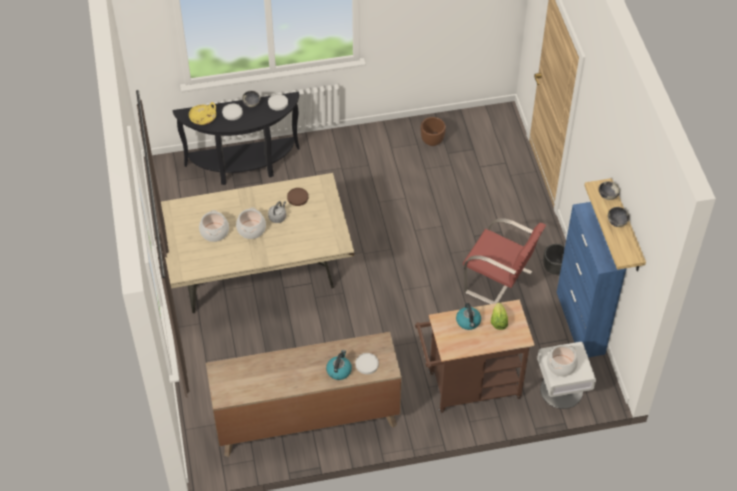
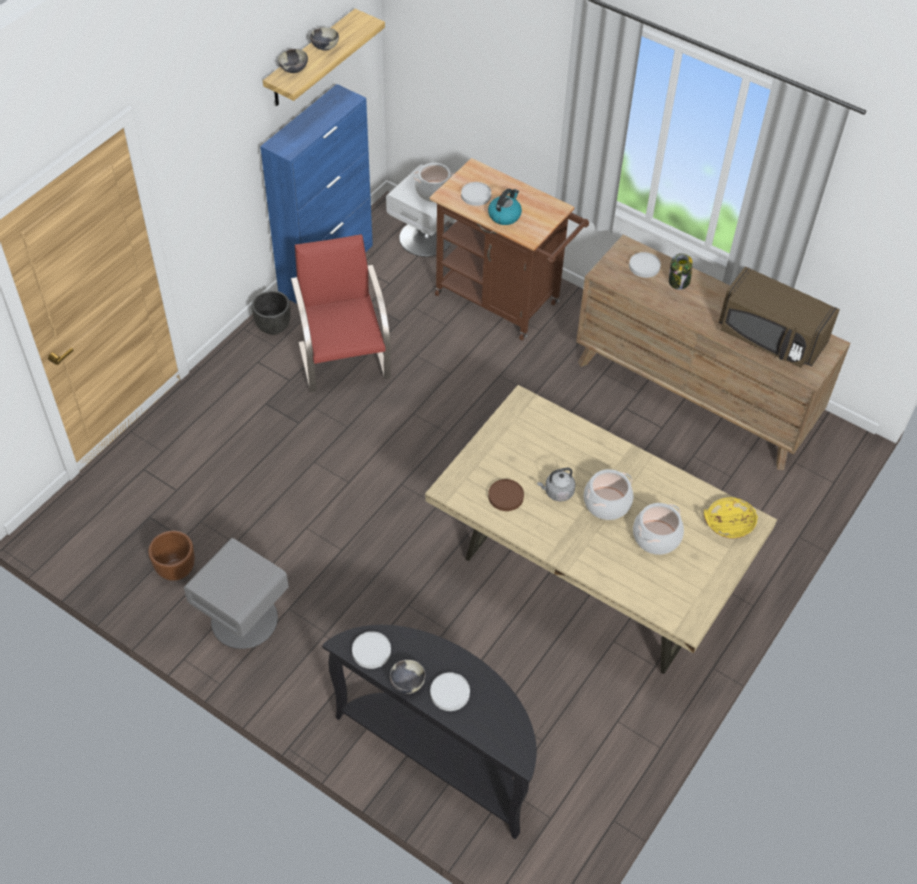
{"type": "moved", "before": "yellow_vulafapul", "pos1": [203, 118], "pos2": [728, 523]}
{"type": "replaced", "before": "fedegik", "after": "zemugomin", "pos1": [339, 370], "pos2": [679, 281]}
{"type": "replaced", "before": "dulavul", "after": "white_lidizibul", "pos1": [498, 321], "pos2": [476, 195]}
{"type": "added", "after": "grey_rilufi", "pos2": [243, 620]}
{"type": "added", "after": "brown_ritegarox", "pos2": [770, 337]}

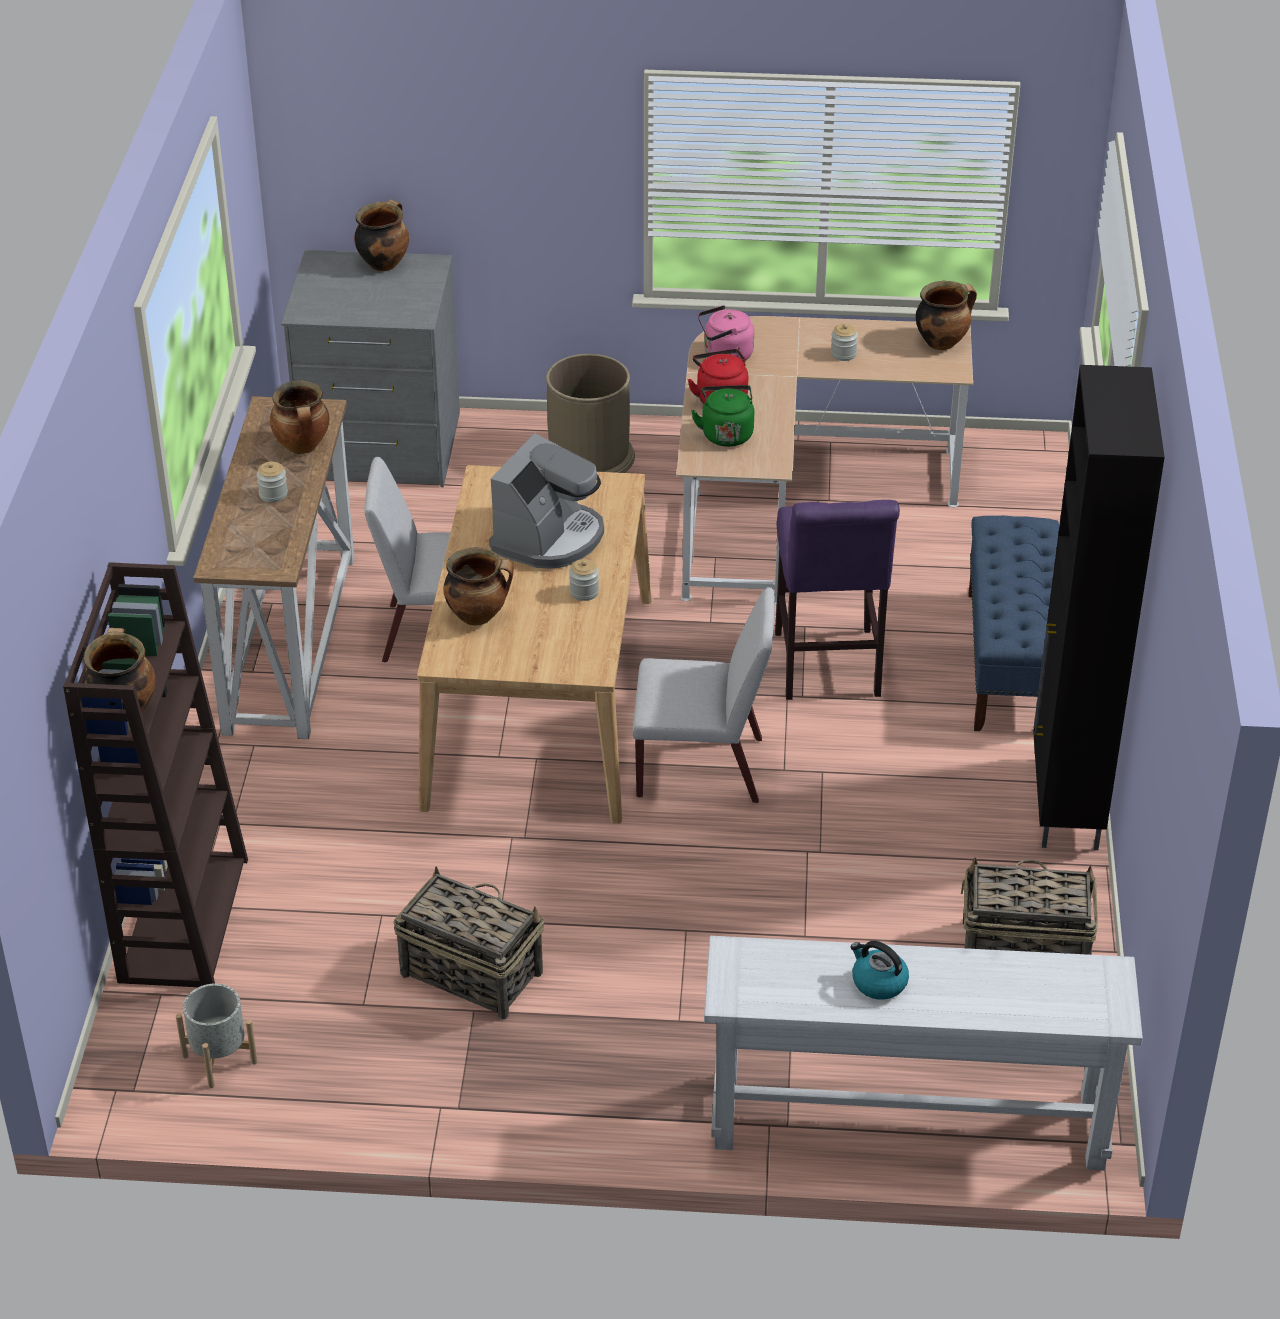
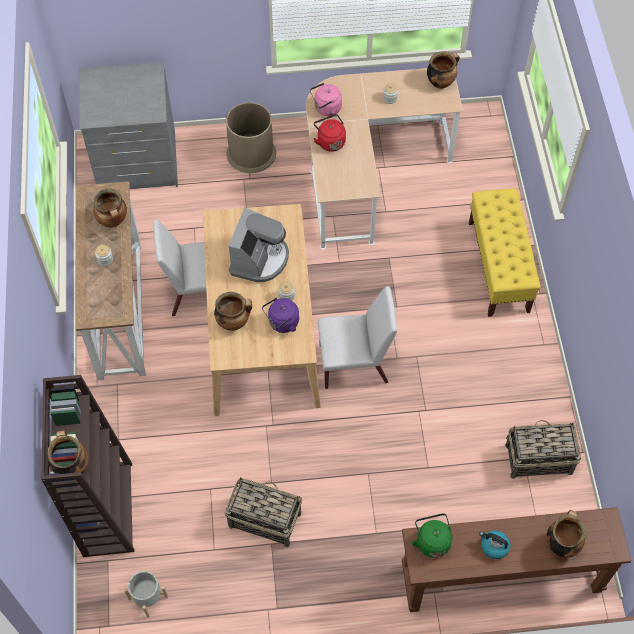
{"type": "moved", "before": "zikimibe", "pos1": [383, 263], "pos2": [561, 543]}
{"type": "moved", "before": "green_fedegik", "pos1": [726, 433], "pos2": [432, 541]}
{"type": "recoloured", "before": "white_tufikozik", "after": "brown_tufikozik", "pos1": [908, 1120], "pos2": [501, 577]}
{"type": "removed", "before": "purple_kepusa", "pos1": [828, 669]}
{"type": "recoloured", "before": "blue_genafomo", "after": "yellow_genafomo", "pos1": [1011, 662], "pos2": [498, 267]}
{"type": "removed", "before": "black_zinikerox", "pos1": [1065, 804]}
{"type": "added", "after": "purple_fedegik", "pos2": [282, 323]}

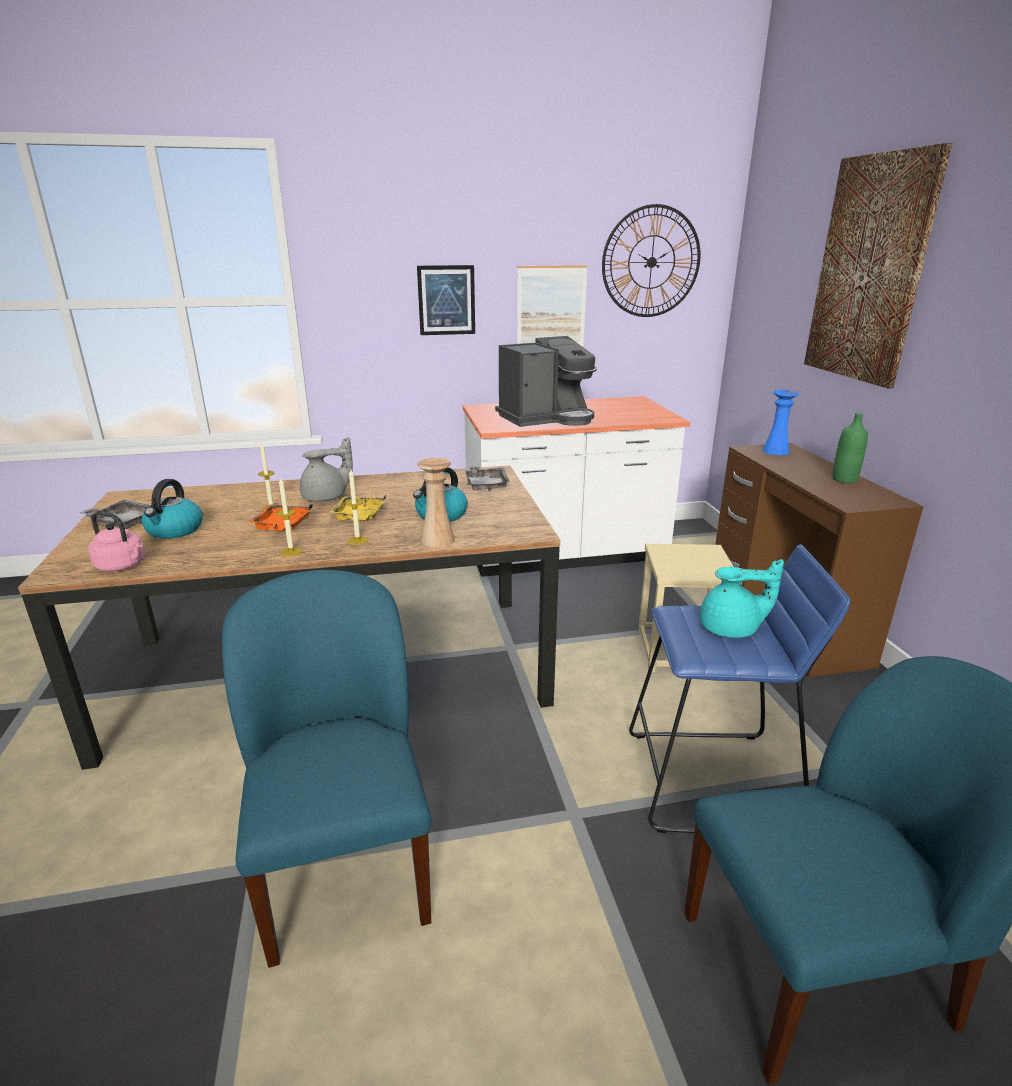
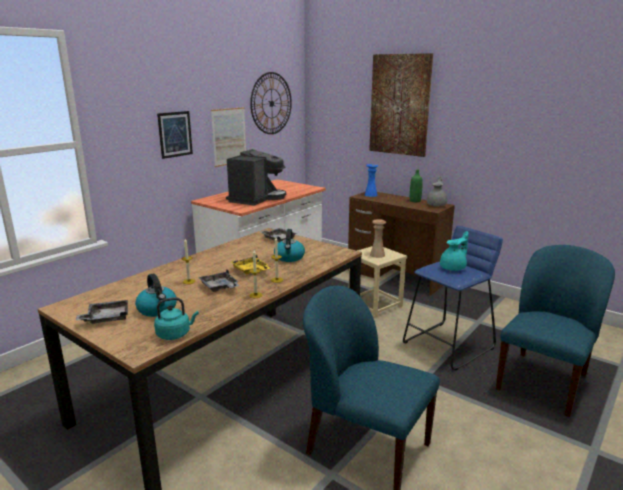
{"type": "recoloured", "before": "pink_fedegik", "after": "turquoise_fedegik", "pos1": [123, 566], "pos2": [175, 334]}
{"type": "recoloured", "before": "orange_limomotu", "after": "grey_limomotu", "pos1": [281, 527], "pos2": [220, 287]}
{"type": "moved", "before": "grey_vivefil", "pos1": [326, 498], "pos2": [436, 205]}
{"type": "moved", "before": "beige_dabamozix", "pos1": [437, 540], "pos2": [377, 255]}

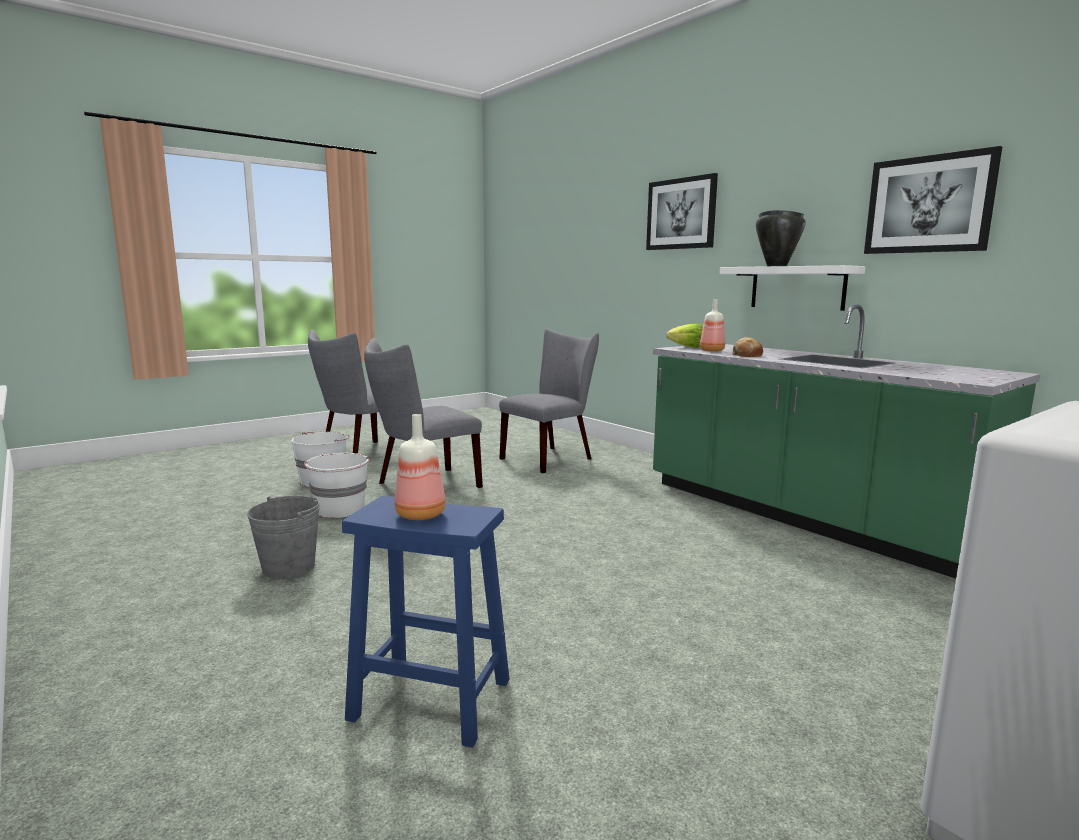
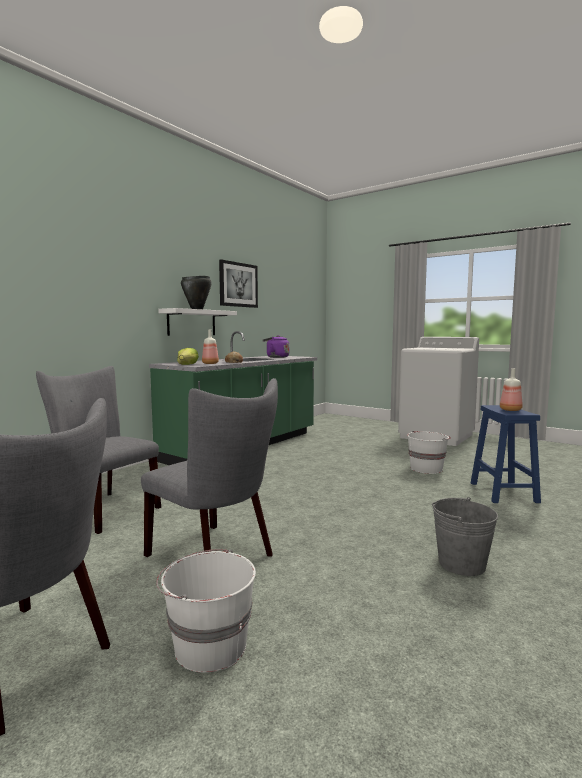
{"type": "moved", "before": "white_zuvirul", "pos1": [340, 510], "pos2": [426, 468]}
{"type": "removed", "before": "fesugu", "pos1": [681, 214]}
{"type": "added", "after": "purple_fedegik", "pos2": [276, 357]}

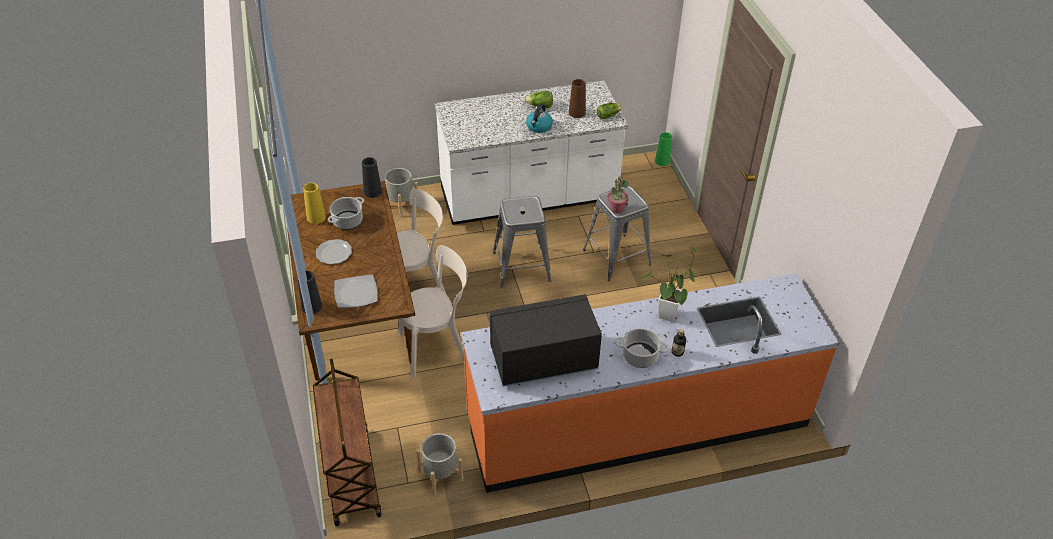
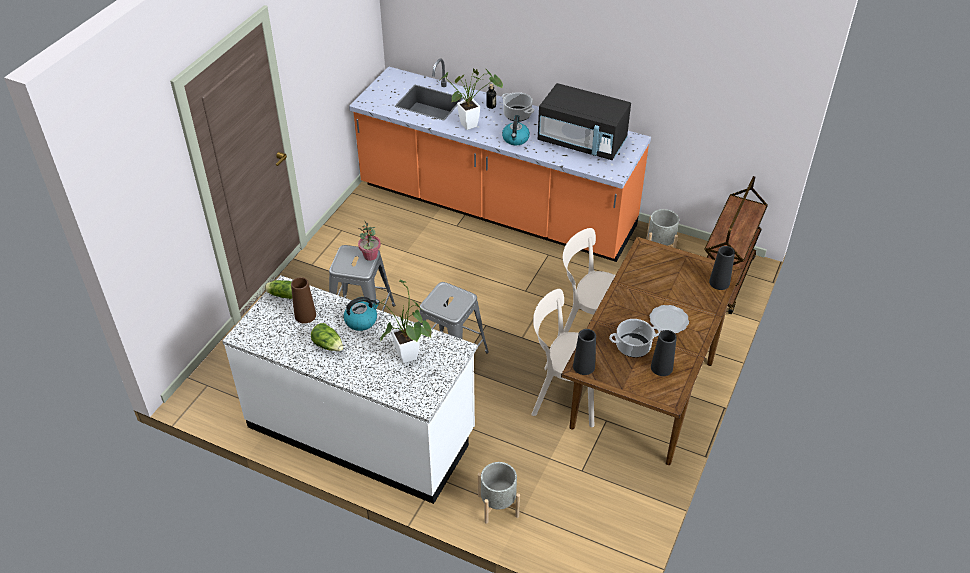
{"type": "recoloured", "before": "yellow_dabamozix", "after": "black_dabamozix", "pos1": [316, 217], "pos2": [661, 367]}
{"type": "removed", "before": "lidizibul", "pos1": [355, 293]}
{"type": "removed", "before": "green_dabamozix", "pos1": [662, 161]}
{"type": "added", "after": "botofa", "pos2": [408, 360]}
{"type": "added", "after": "fedegik", "pos2": [515, 139]}

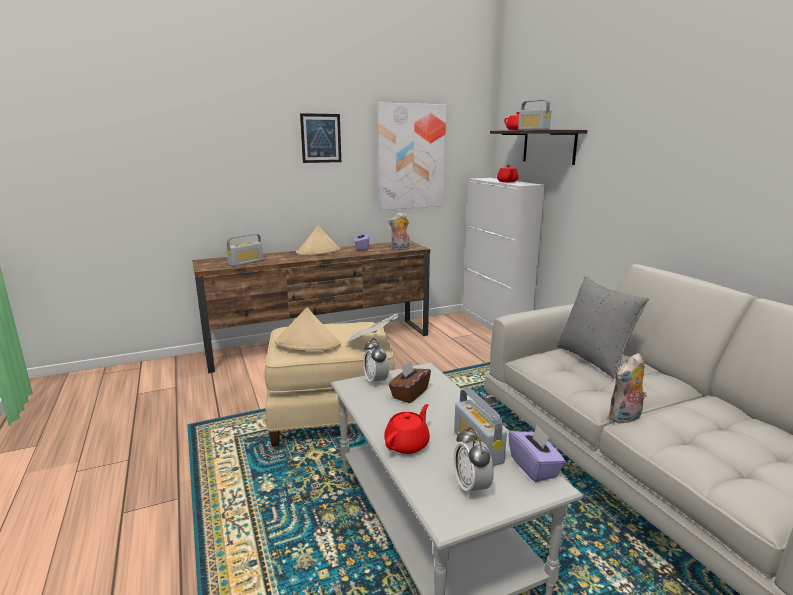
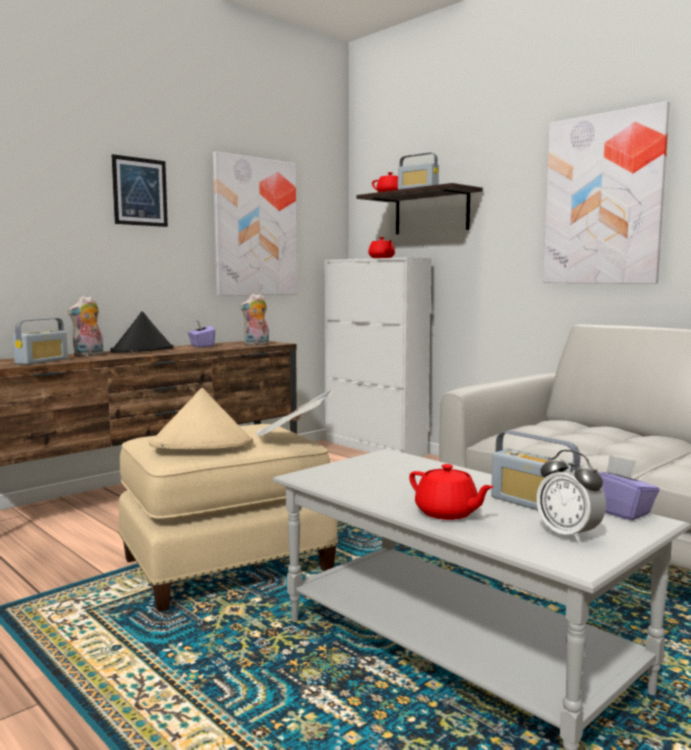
{"type": "recoloured", "before": "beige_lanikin", "after": "black_lanikin", "pos1": [318, 252], "pos2": [143, 350]}
{"type": "removed", "before": "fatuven", "pos1": [376, 381]}
{"type": "turned", "before": "red_vivefil", "pos1": [407, 444], "pos2": [447, 513], "turn": 120}
{"type": "removed", "before": "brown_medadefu", "pos1": [409, 394]}
{"type": "removed", "before": "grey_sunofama", "pos1": [593, 359]}
{"type": "moved", "before": "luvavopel", "pos1": [625, 418], "pos2": [89, 355]}
{"type": "added", "after": "fesugu", "pos2": [603, 199]}

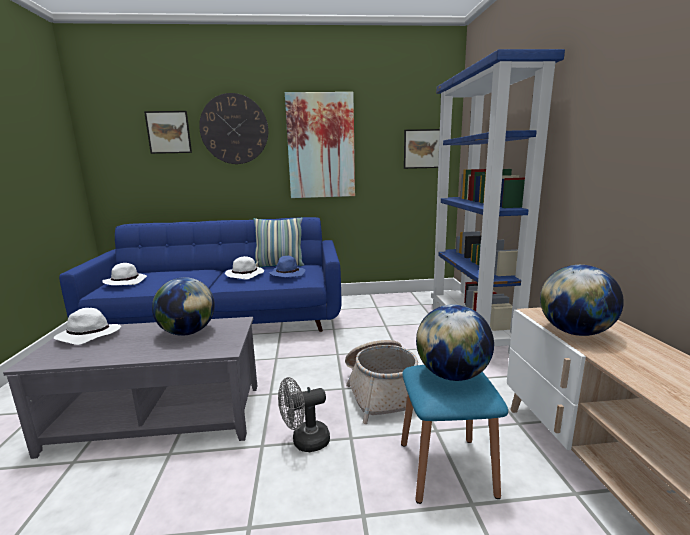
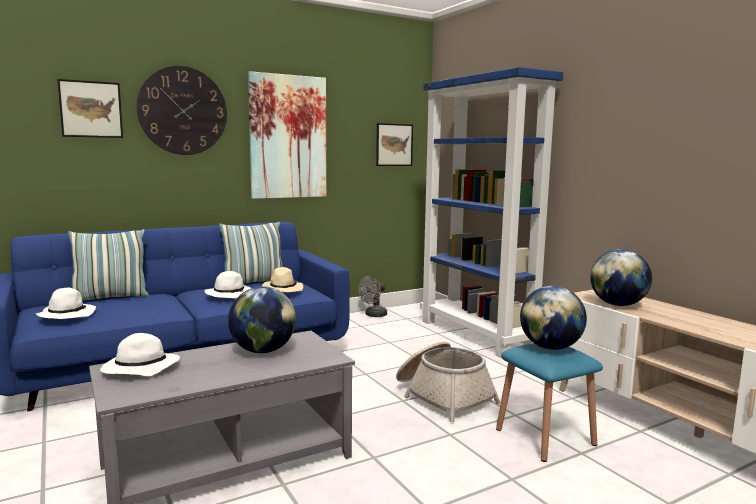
{"type": "recoloured", "before": "blue_lanikin", "after": "beige_lanikin", "pos1": [287, 274], "pos2": [282, 289]}
{"type": "moved", "before": "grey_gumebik", "pos1": [305, 442], "pos2": [373, 315]}
{"type": "added", "after": "sunofama", "pos2": [110, 298]}

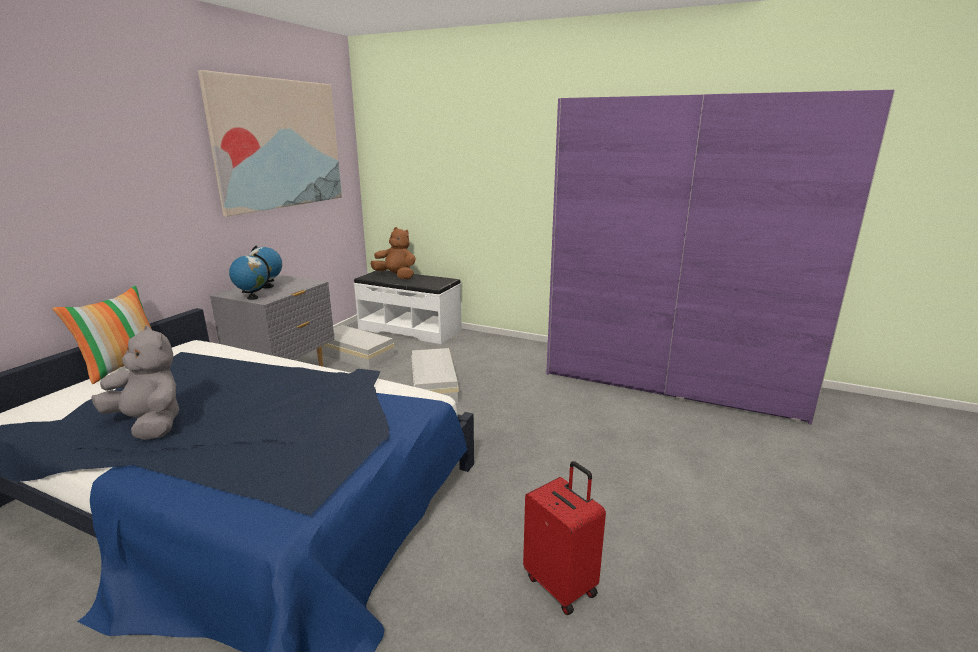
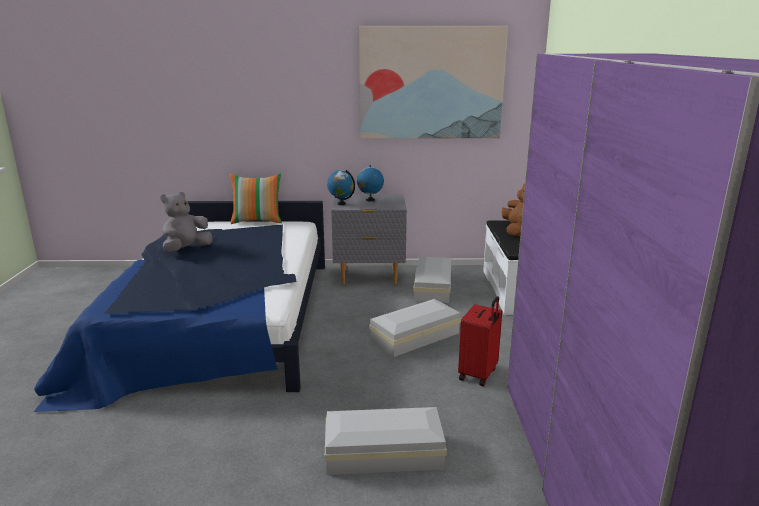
{"type": "turned", "before": "grey_luvavopel", "pos1": [150, 424], "pos2": [186, 249], "turn": -150}
{"type": "moved", "before": "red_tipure", "pos1": [561, 584], "pos2": [479, 374]}
{"type": "added", "after": "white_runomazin", "pos2": [385, 453]}

